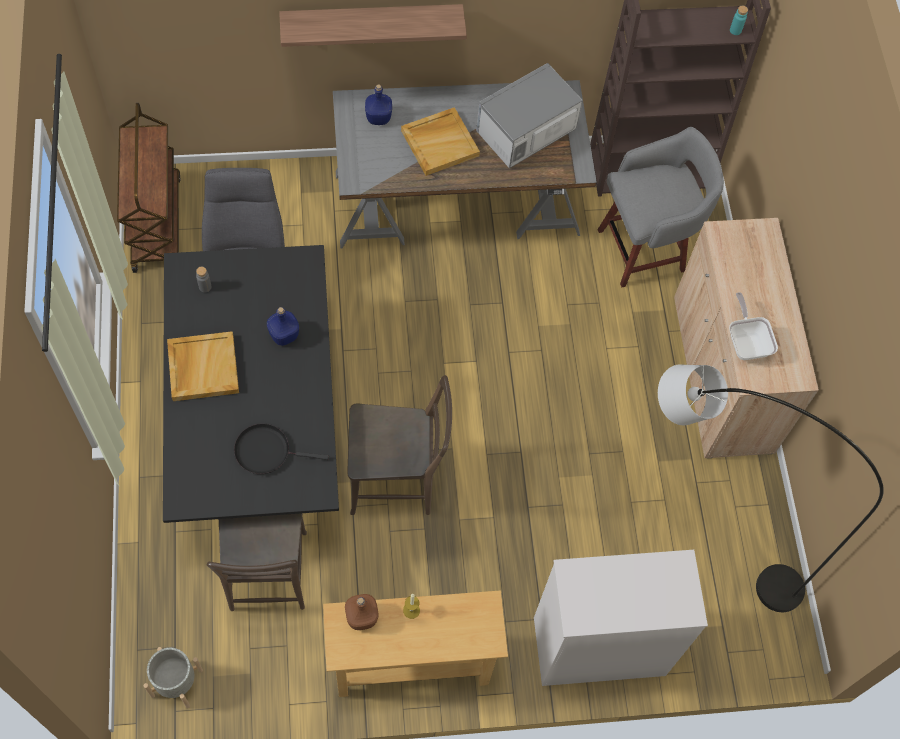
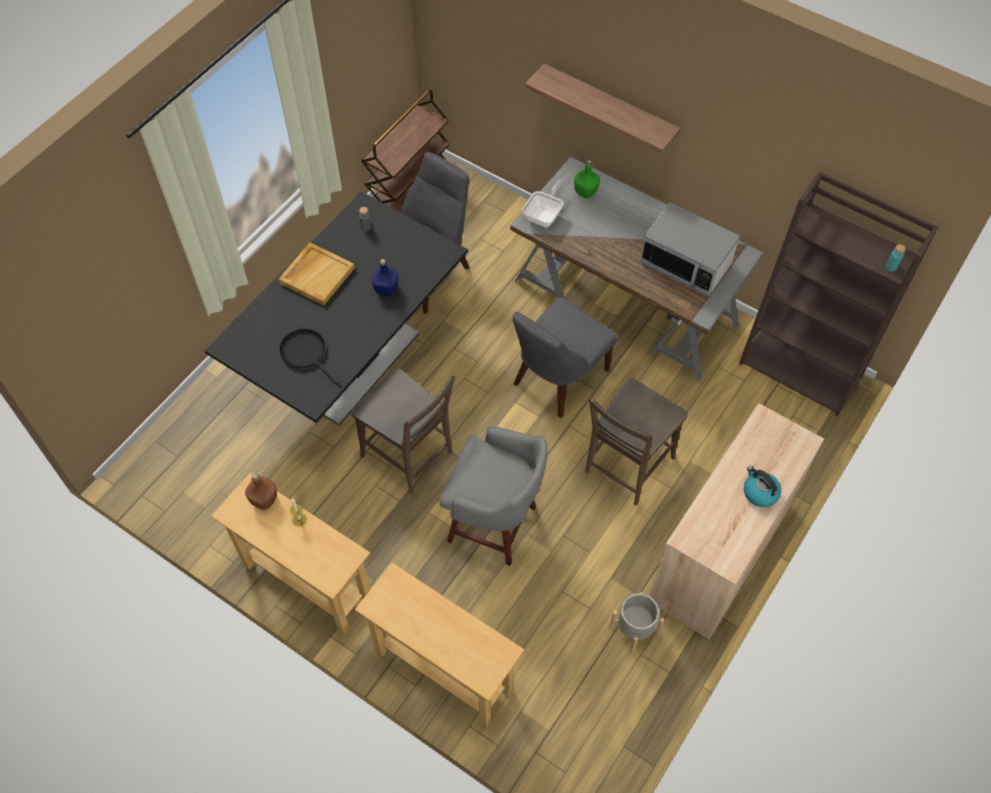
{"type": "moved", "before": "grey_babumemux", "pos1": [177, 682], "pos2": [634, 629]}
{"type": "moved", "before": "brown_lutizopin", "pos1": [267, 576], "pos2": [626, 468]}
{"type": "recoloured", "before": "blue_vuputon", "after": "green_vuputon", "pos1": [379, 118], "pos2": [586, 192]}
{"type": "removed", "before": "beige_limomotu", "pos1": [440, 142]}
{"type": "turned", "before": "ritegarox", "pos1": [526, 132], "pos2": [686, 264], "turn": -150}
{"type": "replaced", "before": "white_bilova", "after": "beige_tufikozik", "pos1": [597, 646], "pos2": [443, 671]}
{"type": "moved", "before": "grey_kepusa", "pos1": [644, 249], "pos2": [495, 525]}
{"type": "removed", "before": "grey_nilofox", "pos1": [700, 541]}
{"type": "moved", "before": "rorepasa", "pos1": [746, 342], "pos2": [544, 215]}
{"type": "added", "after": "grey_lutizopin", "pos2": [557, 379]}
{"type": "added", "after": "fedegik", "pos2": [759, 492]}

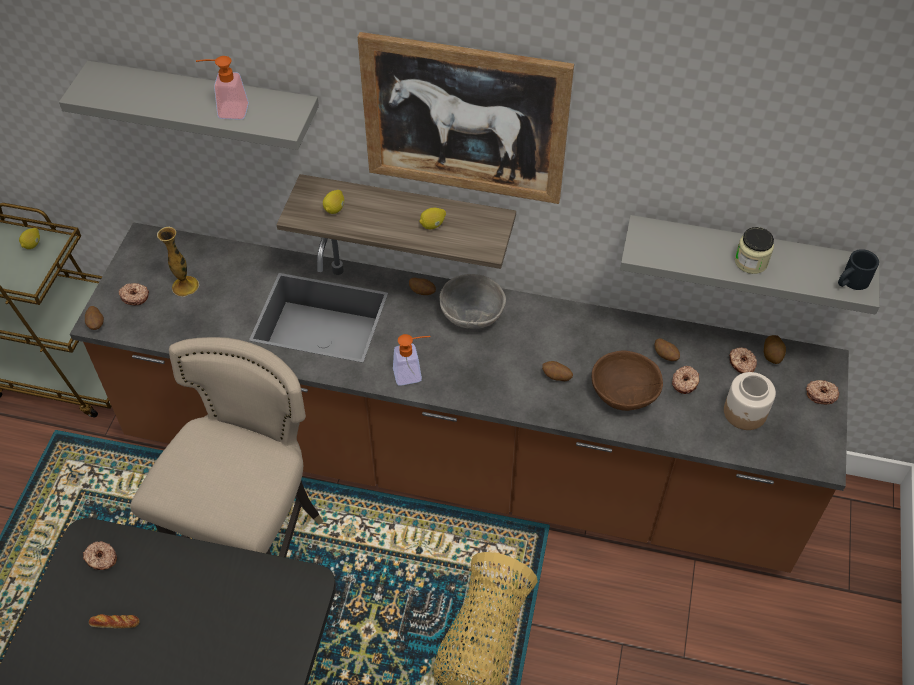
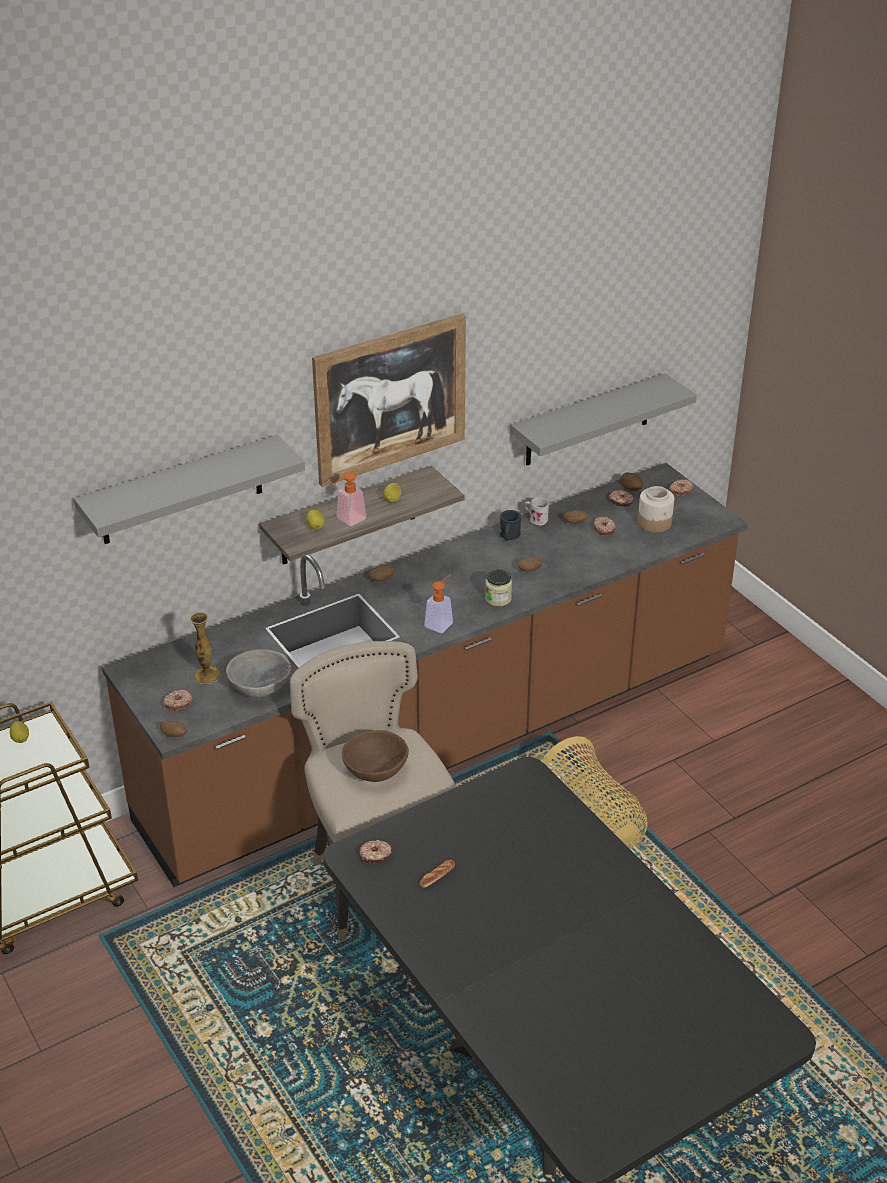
{"type": "moved", "before": "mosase", "pos1": [227, 111], "pos2": [347, 520]}
{"type": "moved", "before": "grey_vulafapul", "pos1": [471, 314], "pos2": [259, 687]}
{"type": "moved", "before": "brown_vulafapul", "pos1": [623, 393], "pos2": [375, 769]}
{"type": "moved", "before": "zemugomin", "pos1": [751, 262], "pos2": [498, 598]}
{"type": "moved", "before": "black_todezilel", "pos1": [851, 282], "pos2": [509, 536]}
{"type": "added", "after": "white_todezilel", "pos2": [536, 519]}

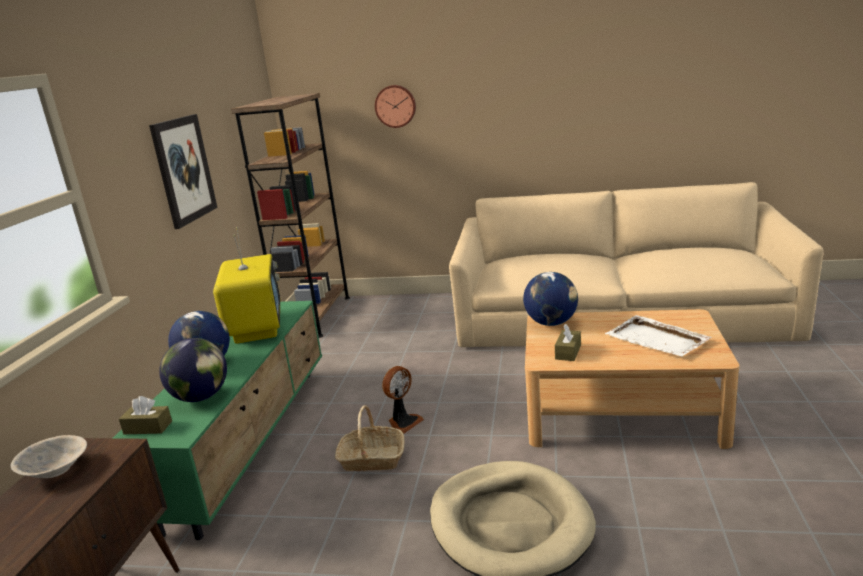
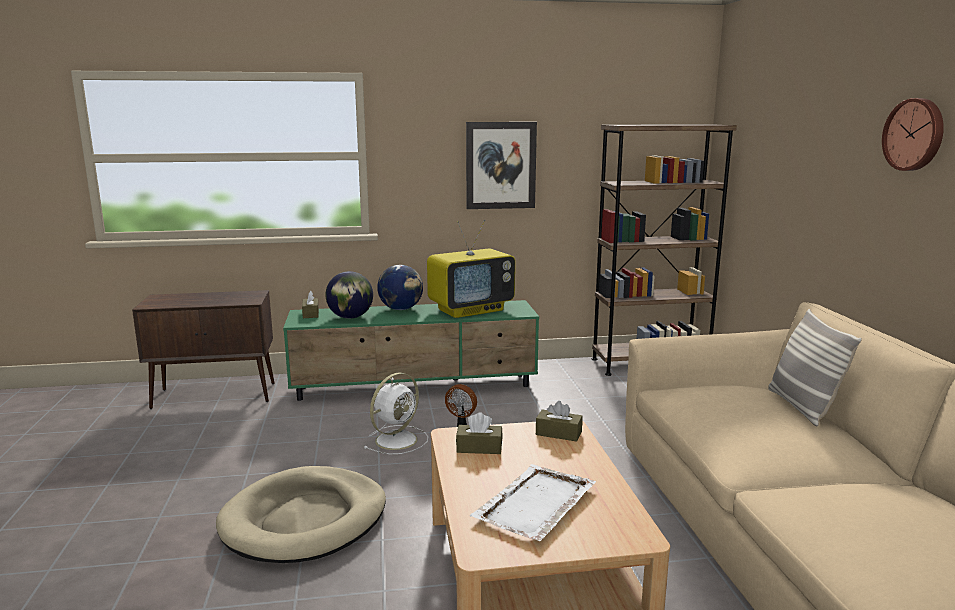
{"type": "removed", "before": "beige_vulafapul", "pos1": [55, 470]}
{"type": "replaced", "before": "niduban", "after": "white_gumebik", "pos1": [372, 459], "pos2": [397, 439]}
{"type": "moved", "before": "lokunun", "pos1": [395, 106], "pos2": [915, 134]}
{"type": "replaced", "before": "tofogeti", "after": "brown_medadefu", "pos1": [551, 323], "pos2": [558, 433]}
{"type": "added", "after": "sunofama", "pos2": [802, 407]}

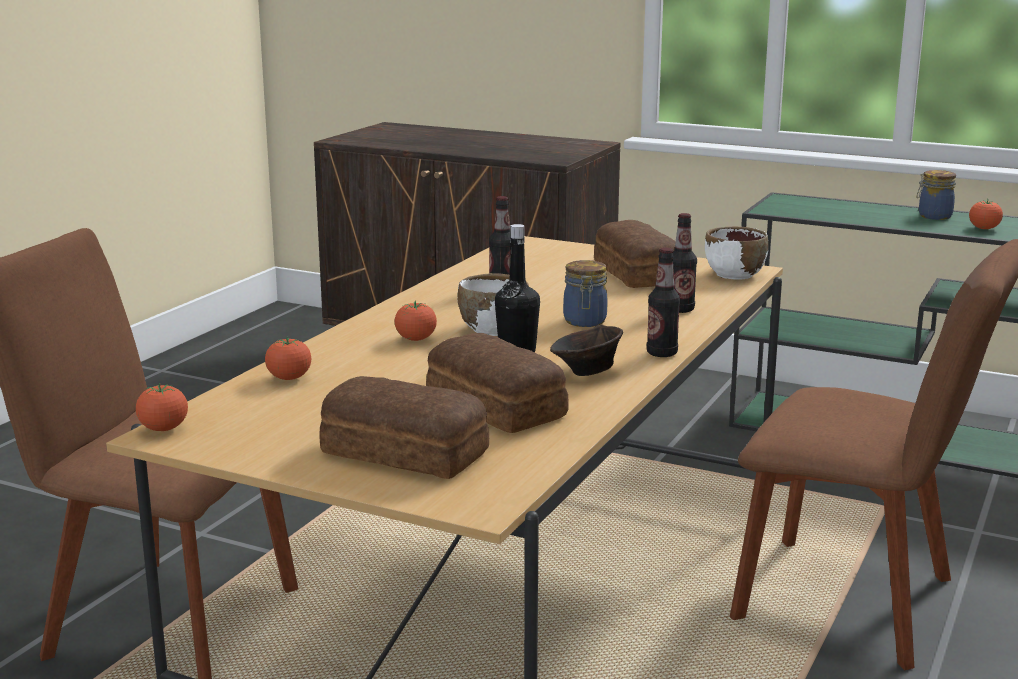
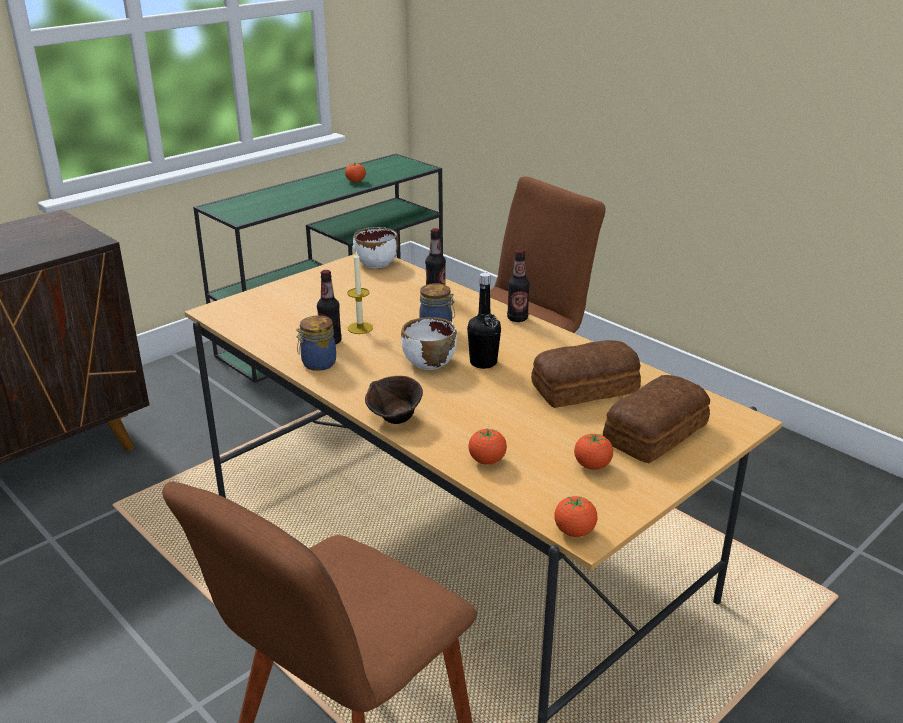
{"type": "moved", "before": "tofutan", "pos1": [416, 339], "pos2": [592, 466]}
{"type": "moved", "before": "brown_vulafapul", "pos1": [586, 372], "pos2": [395, 418]}
{"type": "removed", "before": "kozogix", "pos1": [637, 272]}
{"type": "moved", "before": "zemugomin", "pos1": [933, 216], "pos2": [317, 364]}
{"type": "added", "after": "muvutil", "pos2": [360, 328]}

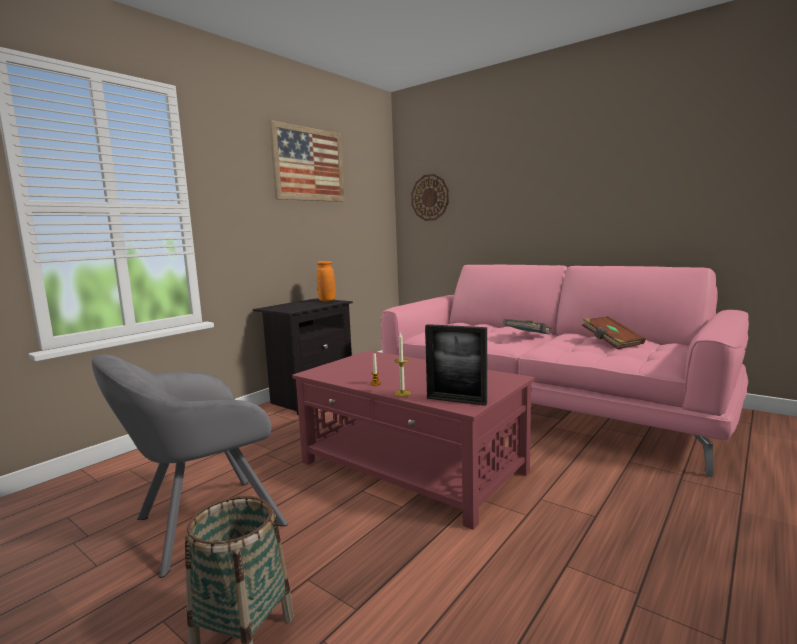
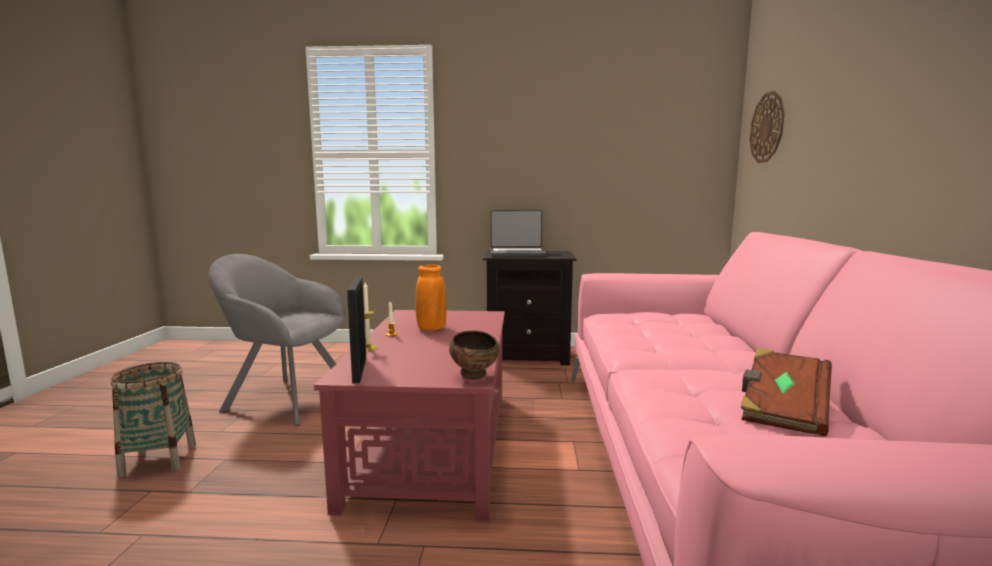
{"type": "removed", "before": "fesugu", "pos1": [308, 164]}
{"type": "moved", "before": "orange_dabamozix", "pos1": [327, 300], "pos2": [431, 328]}
{"type": "removed", "before": "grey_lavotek", "pos1": [528, 336]}
{"type": "added", "after": "brown_vulafapul", "pos2": [475, 376]}
{"type": "added", "after": "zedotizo", "pos2": [517, 254]}

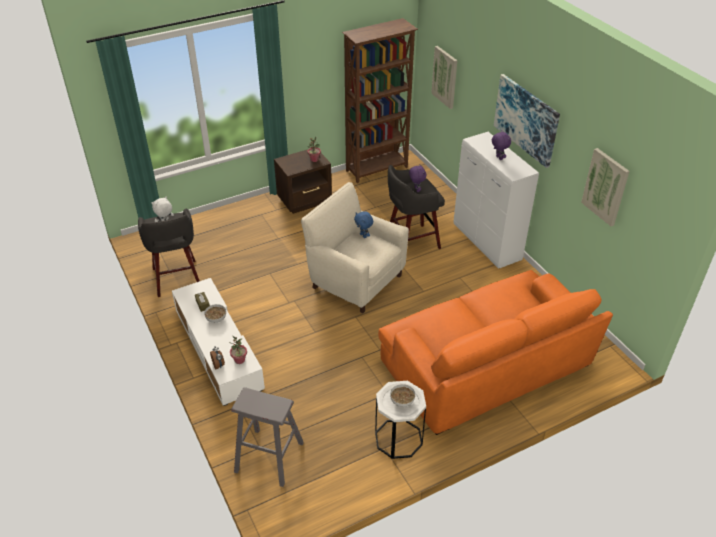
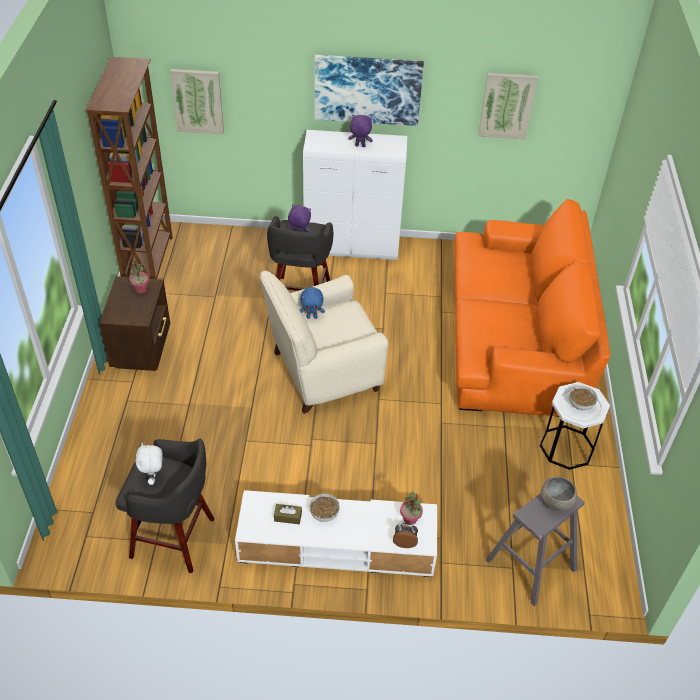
{"type": "added", "after": "grey_vulafapul", "pos2": [555, 501]}

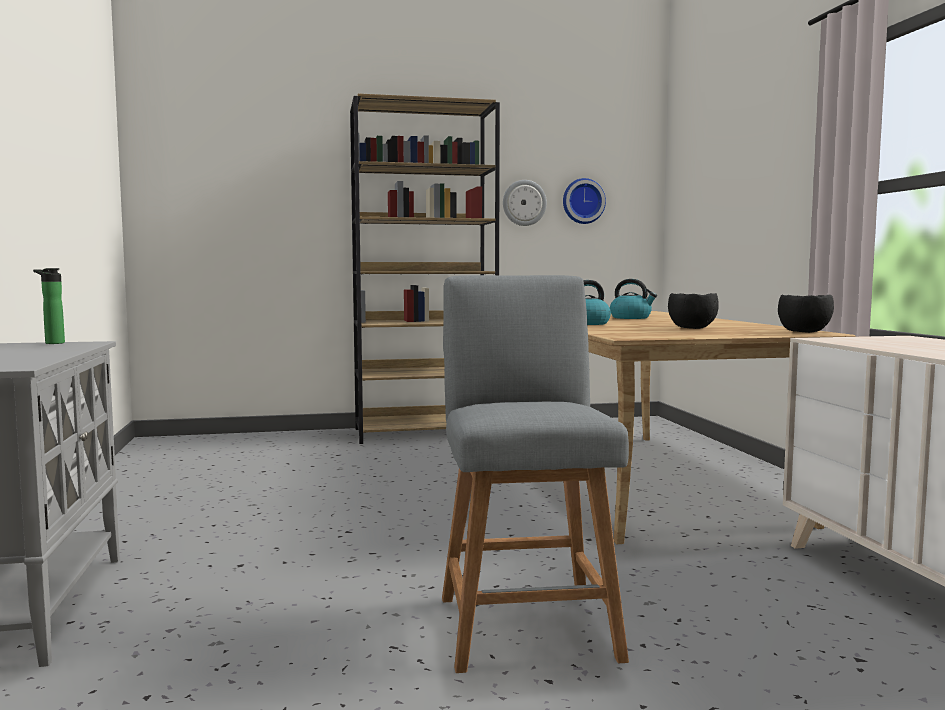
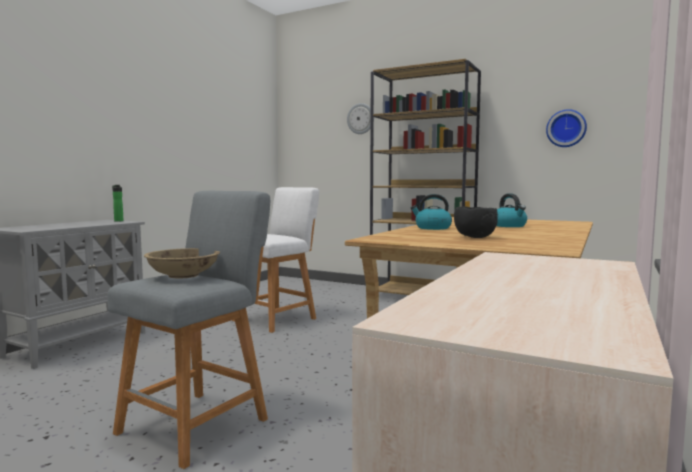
{"type": "moved", "before": "lokunun", "pos1": [524, 203], "pos2": [360, 118]}
{"type": "removed", "before": "black_vulafapul", "pos1": [804, 332]}
{"type": "added", "after": "beige_vulafapul", "pos2": [183, 275]}
{"type": "added", "after": "white_kepusa", "pos2": [277, 319]}

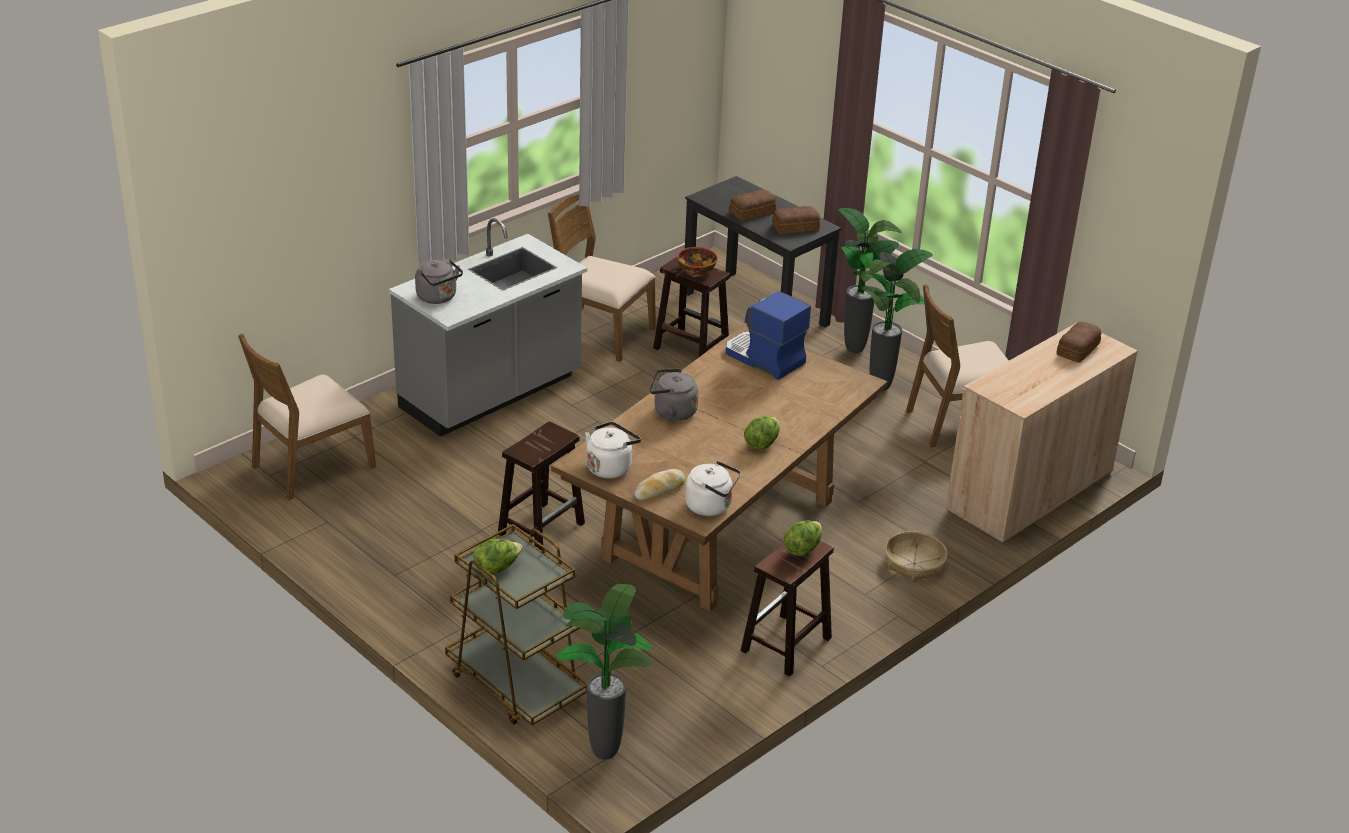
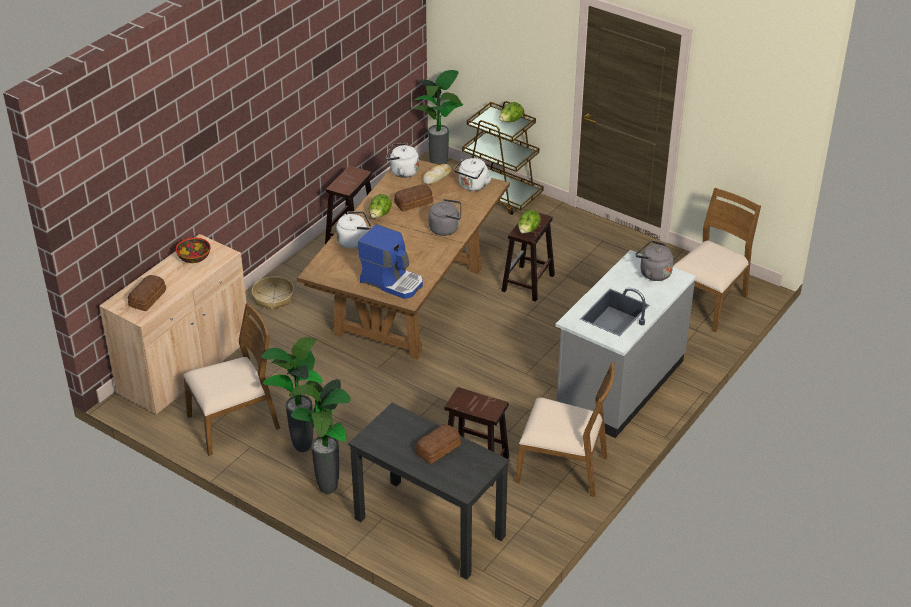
{"type": "moved", "before": "vulafapul", "pos1": [696, 269], "pos2": [194, 258]}
{"type": "moved", "before": "kozogix", "pos1": [794, 226], "pos2": [414, 203]}
{"type": "moved", "before": "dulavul", "pos1": [802, 549], "pos2": [528, 231]}
{"type": "added", "after": "white_fedegik", "pos2": [354, 241]}

